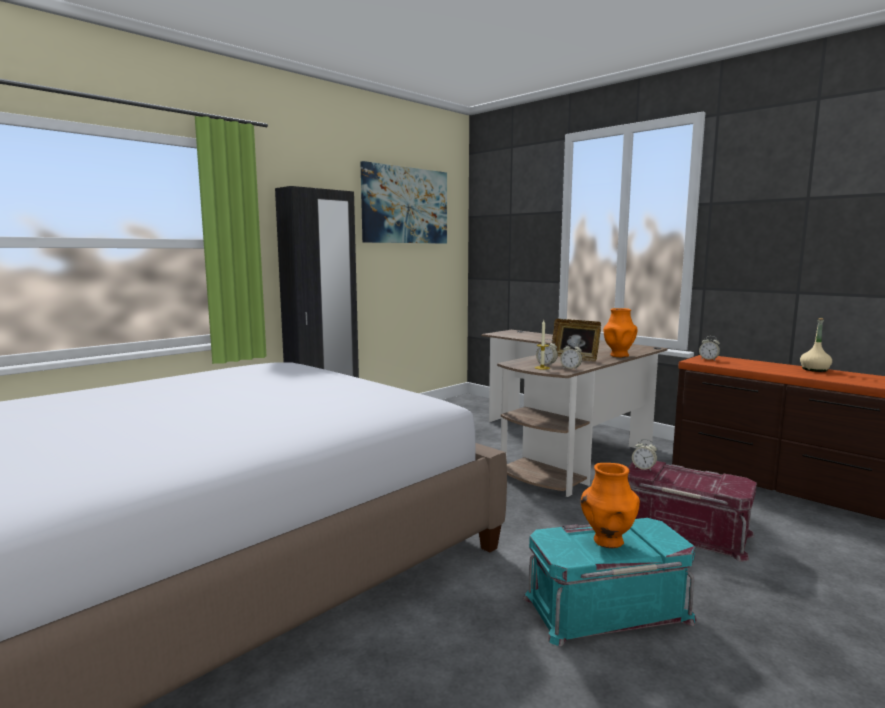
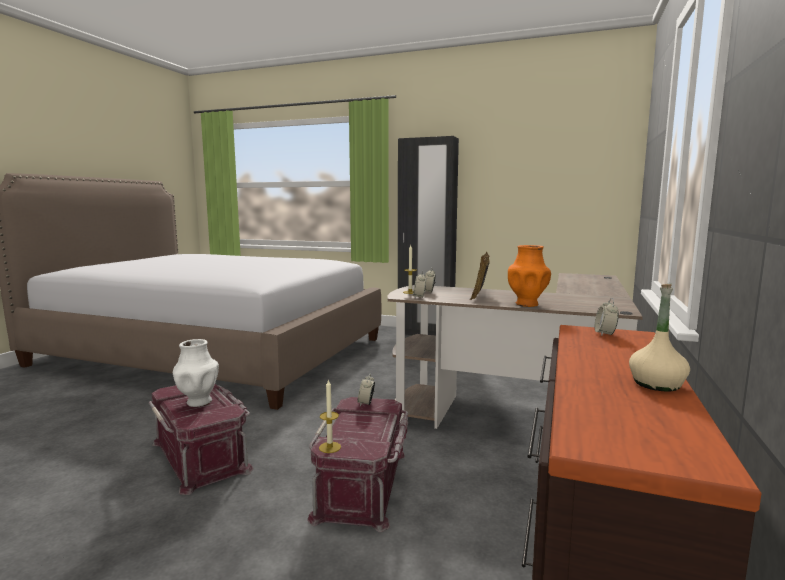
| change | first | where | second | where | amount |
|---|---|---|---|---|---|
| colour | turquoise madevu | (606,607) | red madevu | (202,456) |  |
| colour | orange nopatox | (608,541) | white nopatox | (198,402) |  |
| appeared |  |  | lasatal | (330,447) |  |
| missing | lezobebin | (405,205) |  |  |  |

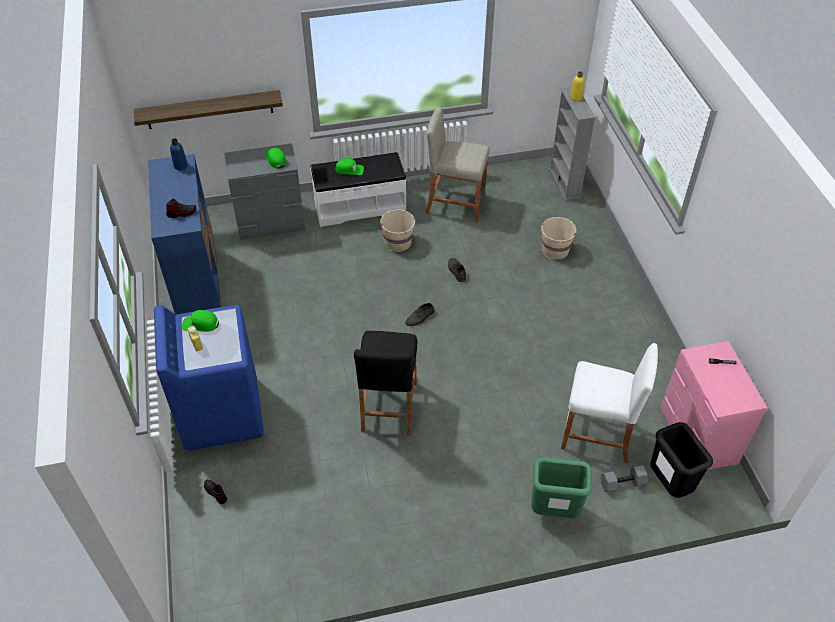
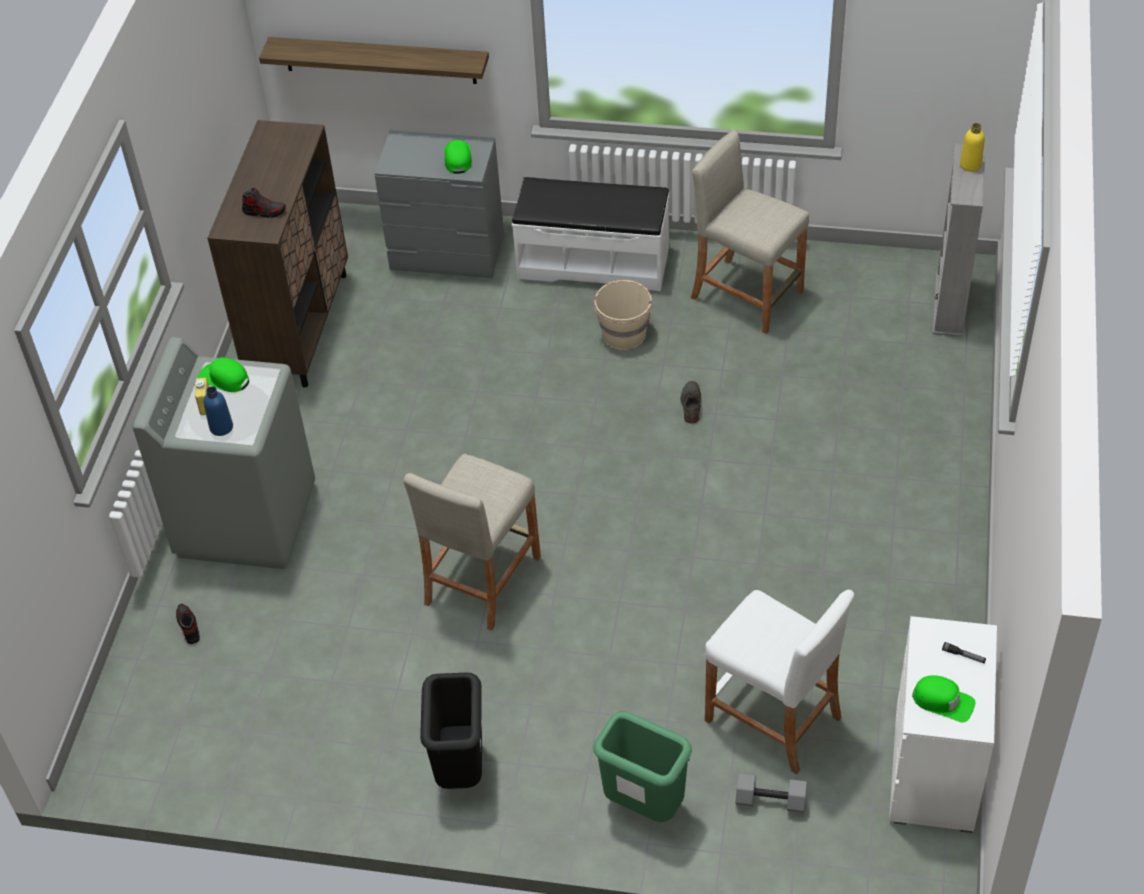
| change | first | where | second | where | amount |
|---|---|---|---|---|---|
| colour | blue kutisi | (221,413) | grey kutisi | (246,519) |  |
| relocated | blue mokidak | (180,166) |  | (221,427) |  |
| colour | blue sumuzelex | (199,287) | brown sumuzelex | (299,326) |  |
| colour | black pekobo | (388,406) | beige pekobo | (481,580) |  |
| relocated | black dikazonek | (668,484) |  | (459,768) |  |
| colour | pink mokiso | (698,436) | white mokiso | (933,771) |  |
| relocated | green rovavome | (349,170) |  | (943,701) |  |
| missing | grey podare | (420,317) |  |  |  |
| missing | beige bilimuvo | (555,250) |  |  |  |

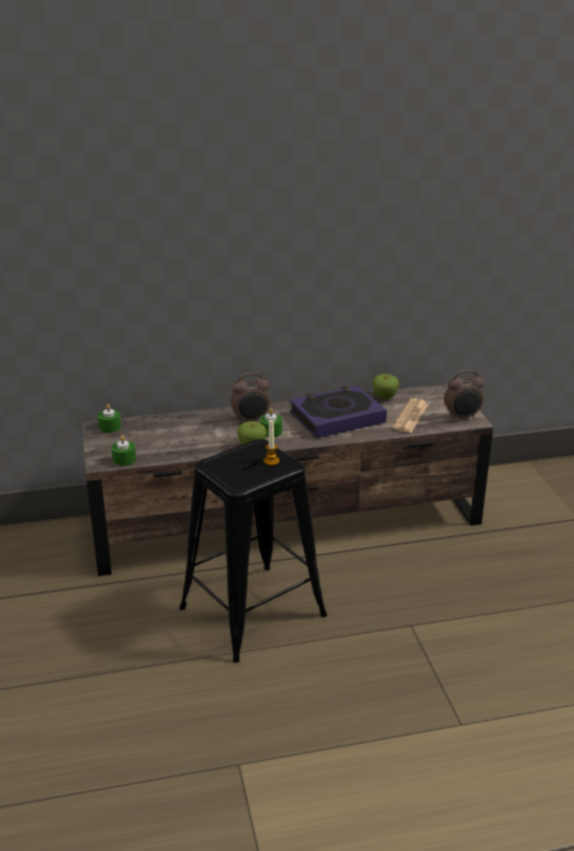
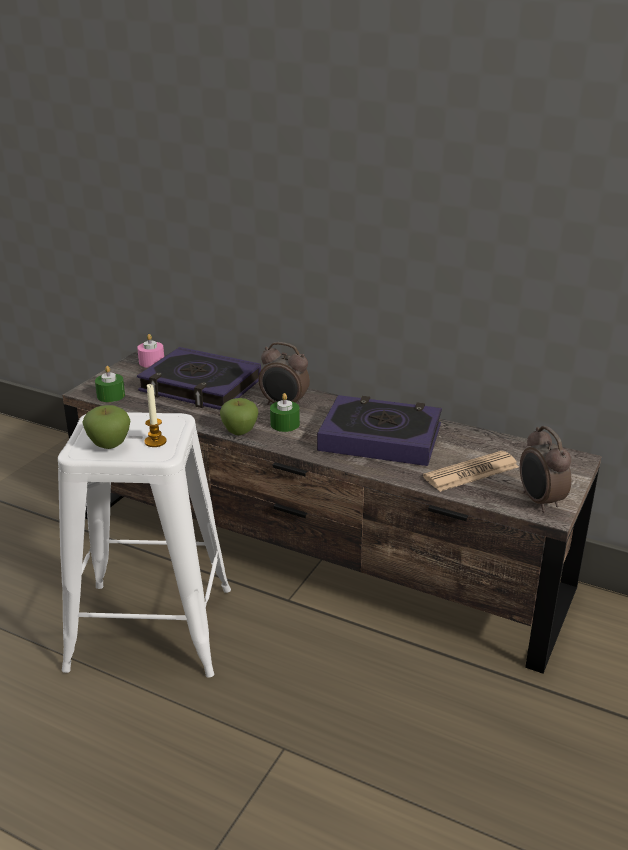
| change | first | where | second | where | amount |
|---|---|---|---|---|---|
| colour | black pekobo | (252,612) | white pekobo | (151,628) |  |
| relocated | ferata | (384,397) |  | (109,445) |  |
| colour | green lasatal | (110,427) | pink lasatal | (151,362) |  |
| appeared |  |  | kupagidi | (200,386) |  |
| spun | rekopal | (462,418) |  | (539,501) | 45 degrees clockwise |

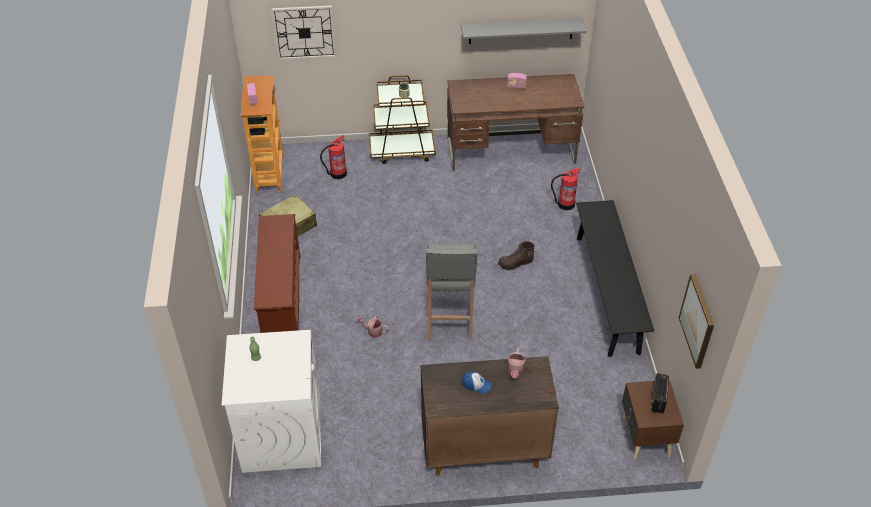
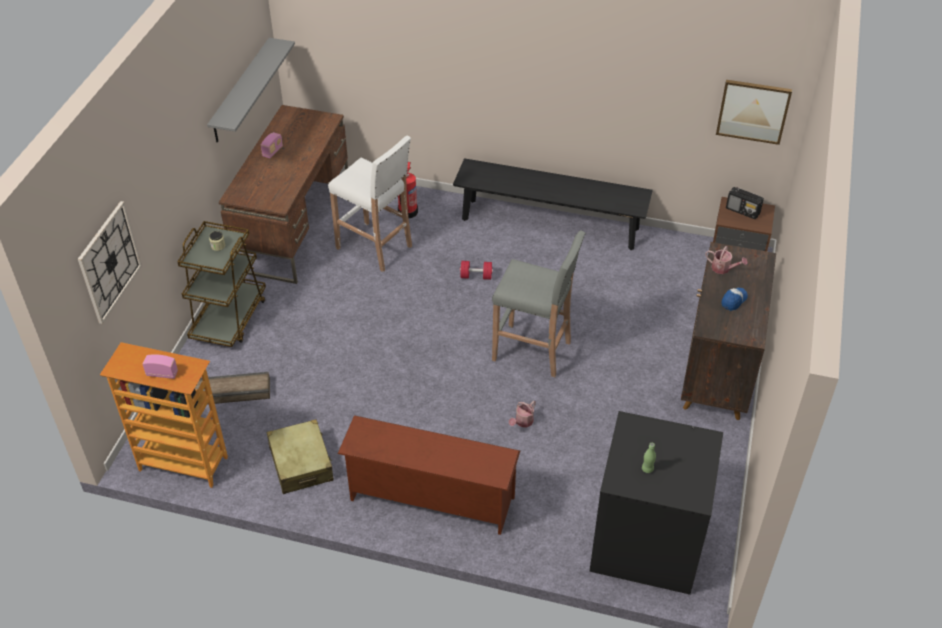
| change | first | where | second | where | amount |
|---|---|---|---|---|---|
| exchanged | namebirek | (337,173) | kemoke | (230,391) |  |
| appeared |  |  | white pekobo | (375,248) |  |
| exchanged | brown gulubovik | (515,263) | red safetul | (476,276) |  |
| colour | white kutisi | (282,434) | black kutisi | (646,543) |  |

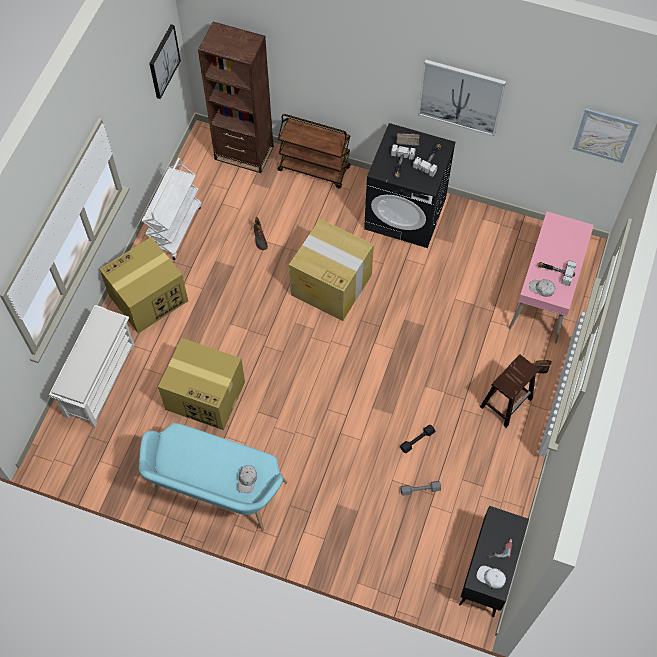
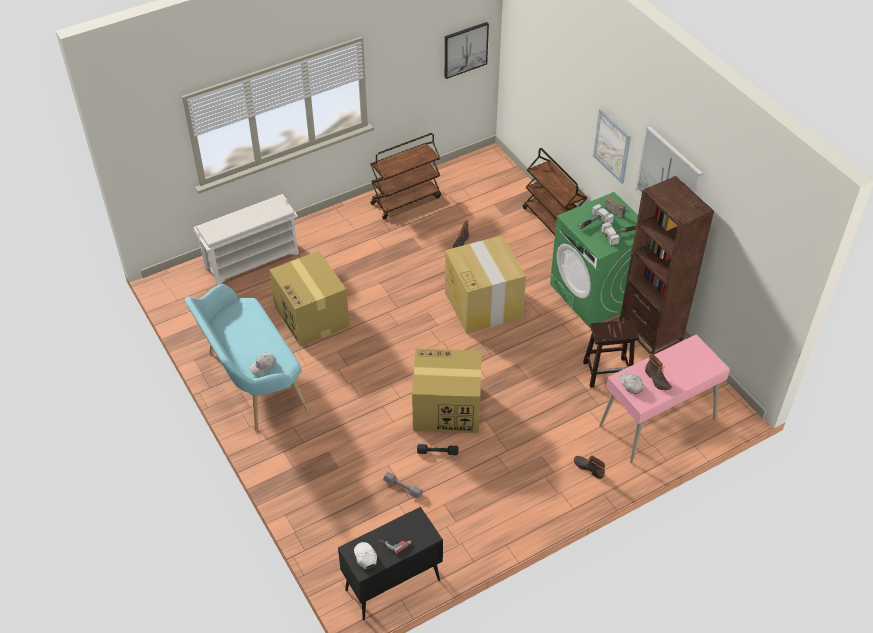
| change | first | where | second | where | amount |
|---|---|---|---|---|---|
| colour | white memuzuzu | (175,228) | brown memuzuzu | (406,200) |  |
| relocated | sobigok | (148,299) |  | (445,408) |  |
| colour | black kutisi | (405,213) | green kutisi | (596,294) |  |
| relocated | brown pekobo | (506,402) |  | (608,372) |  |
| relocated | lezobebin | (604,135) |  | (612,146) |  |
| relocated | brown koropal | (244,153) |  | (650,331) |  |
| exchanged | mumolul | (555,271) | gulubovik | (657,380) |  |

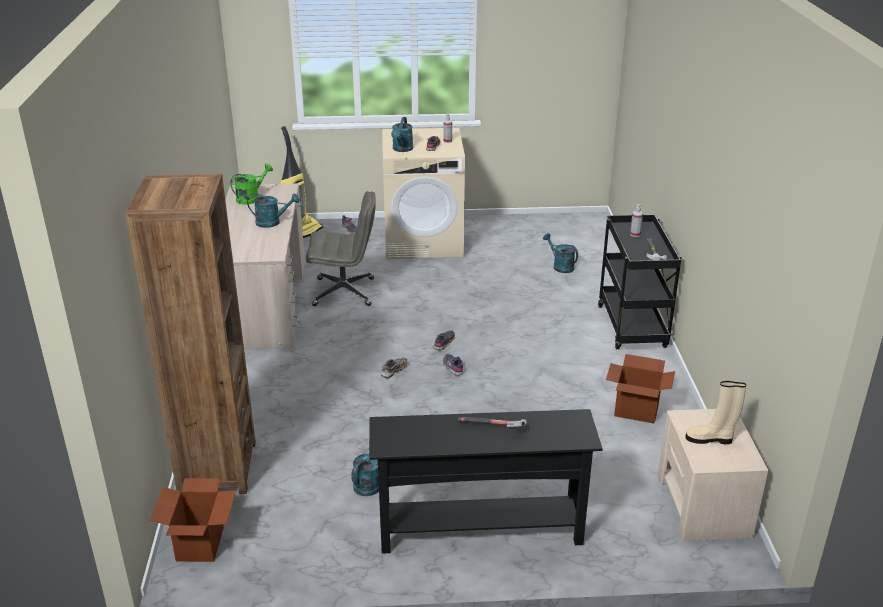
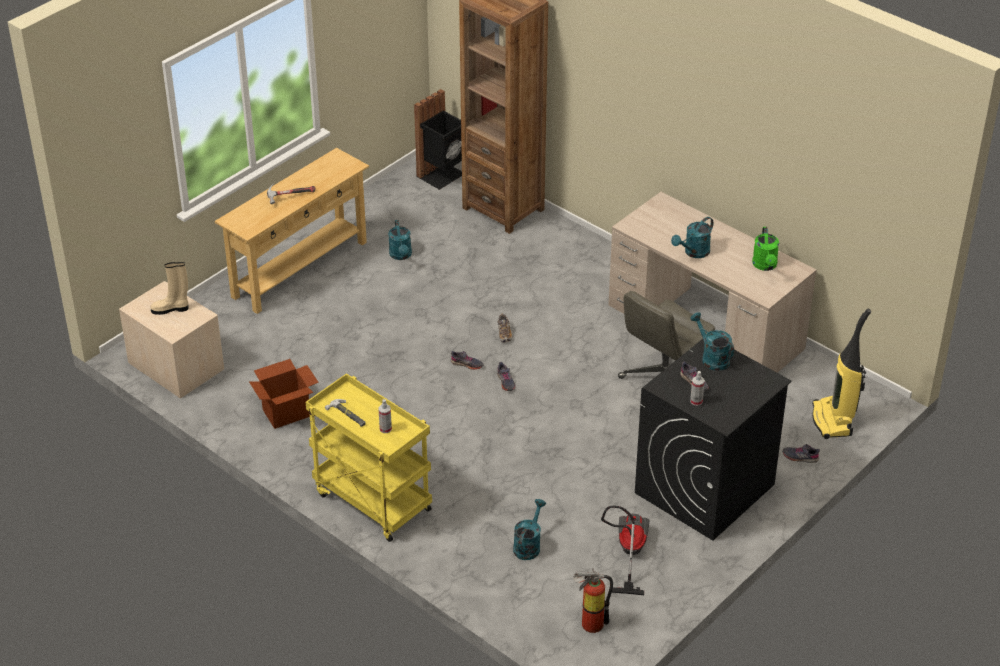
| change | first | where | second | where | amount |
|---|---|---|---|---|---|
| spun | beige gulubovik | (710,439) |  | (171,309) | 150 degrees counterclockwise |
| colour | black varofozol | (480,532) | beige varofozol | (299,269) |  |
| colour | black memuzuzu | (633,328) | yellow memuzuzu | (371,501) |  |
| exchanged | sobigok | (200,544) | black dikazonek | (442,175) |  |
| spun | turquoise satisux | (560,266) |  | (528,545) | 75 degrees counterclockwise |
| appeared |  |  | namebirek | (589,623) |  |
| appeared |  |  | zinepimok | (627,552) |  |
| colour | beige kutisi | (424,241) | black kutisi | (704,489) |  |

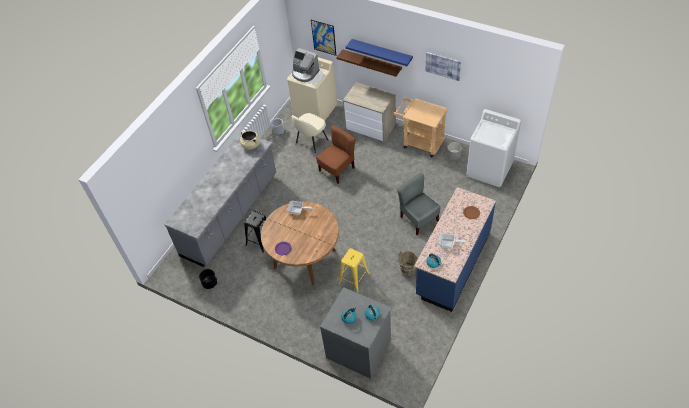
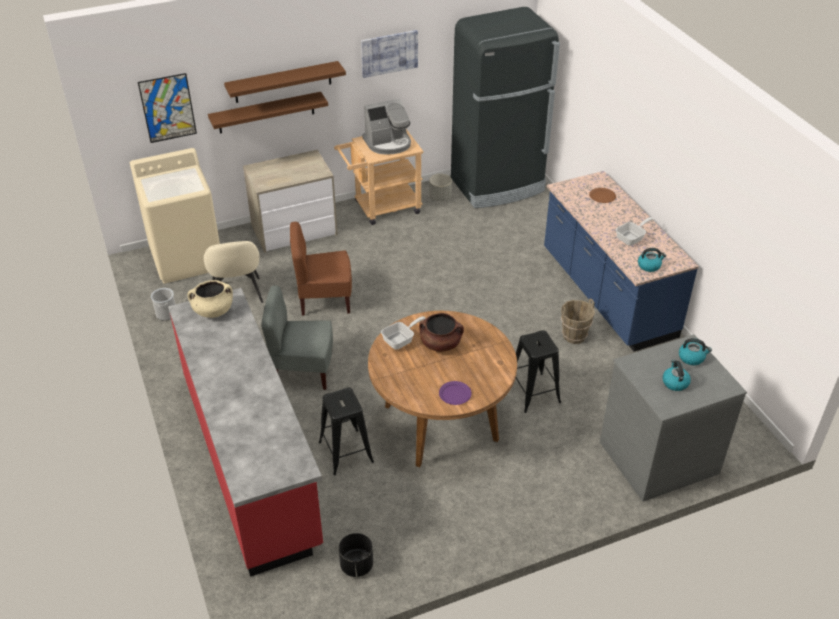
| change | first | where | second | where | amount |
|---|---|---|---|---|---|
| colour | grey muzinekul | (231,215) | red muzinekul | (251,458) |  |
| colour | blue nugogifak | (381,52) | brown nugogifak | (283,82) |  |
| relocated | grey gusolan | (418,219) |  | (303,370) |  |
| spun | brown gusolan | (337,170) |  | (324,300) | 90 degrees counterclockwise |
| relocated | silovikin | (305,73) |  | (388,143) |  |
| appeared |  |  | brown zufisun | (441,344) |  |
| exchanged | white kutisi | (490,169) | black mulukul | (498,185) |  |
| colour | yellow pekobo | (354,278) | black pekobo | (533,392) |  |

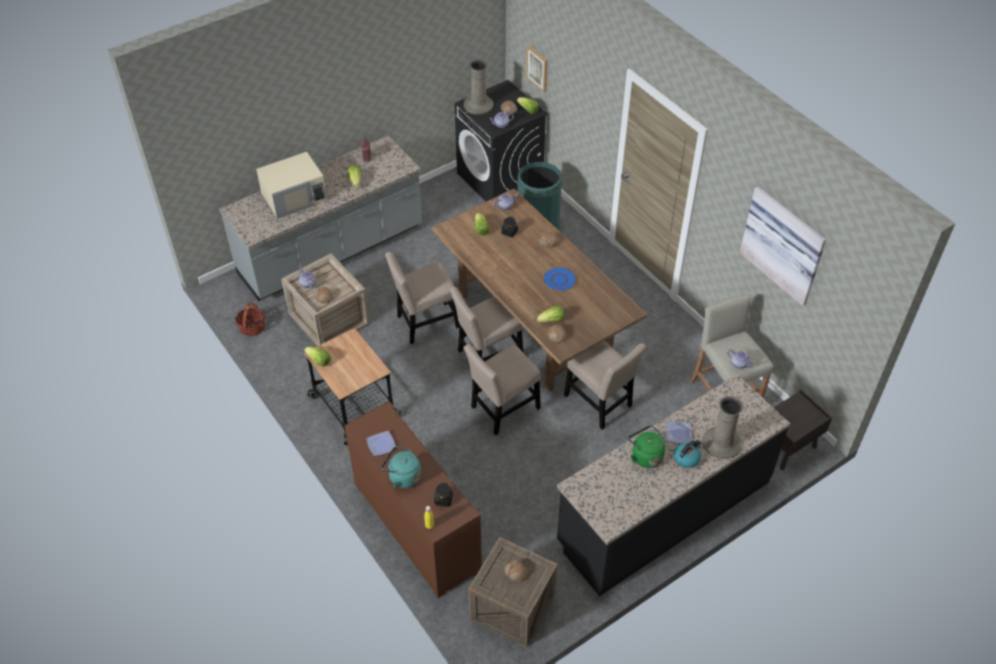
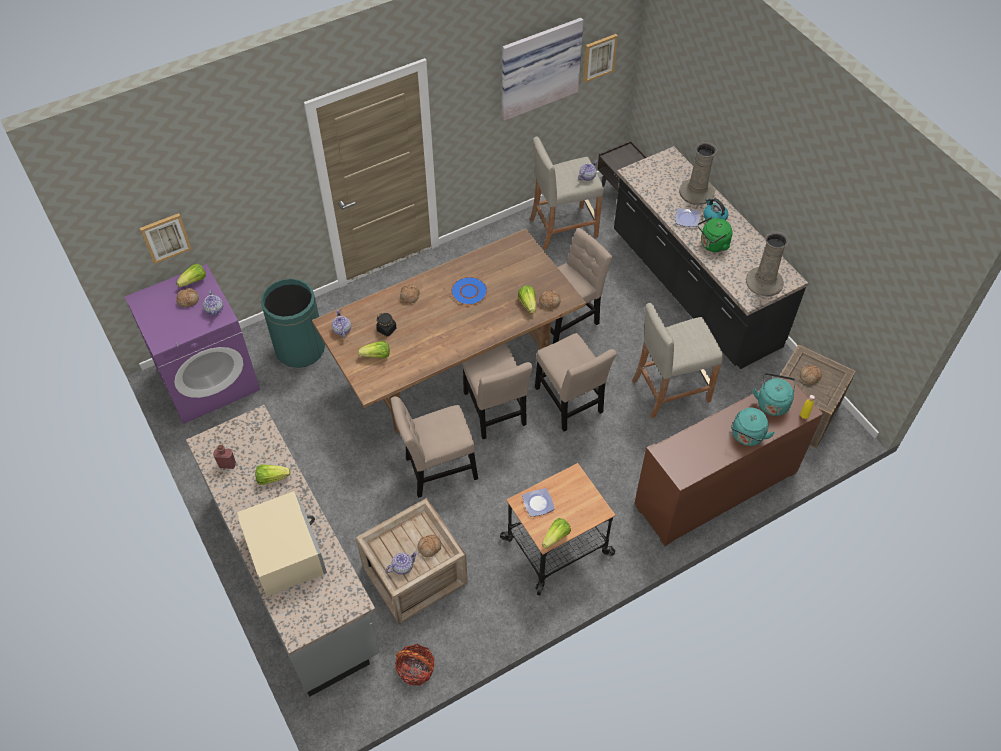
| change | first | where | second | where | amount |
|---|---|---|---|---|---|
| colour | black kutisi | (500,179) | purple kutisi | (209,379) |  |
| spun | beige gusolan | (425,323) |  | (437,470) | 90 degrees clockwise |
| relocated | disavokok | (381,445) |  | (538,504) |  |
| appeared |  |  | lezobebin | (599,57) |  |
| appeared |  |  | beige pekobo | (670,390) |  |
| relocated | beige nopatox | (478,105) |  | (764,282) |  |
| exchanged | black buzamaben | (443,499) | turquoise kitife | (772,402) |  |

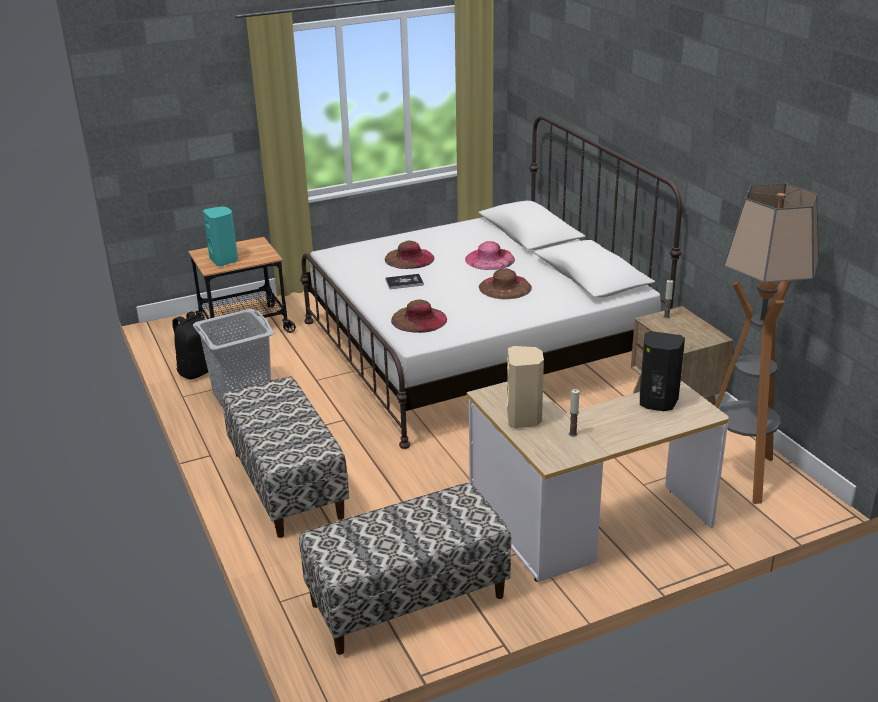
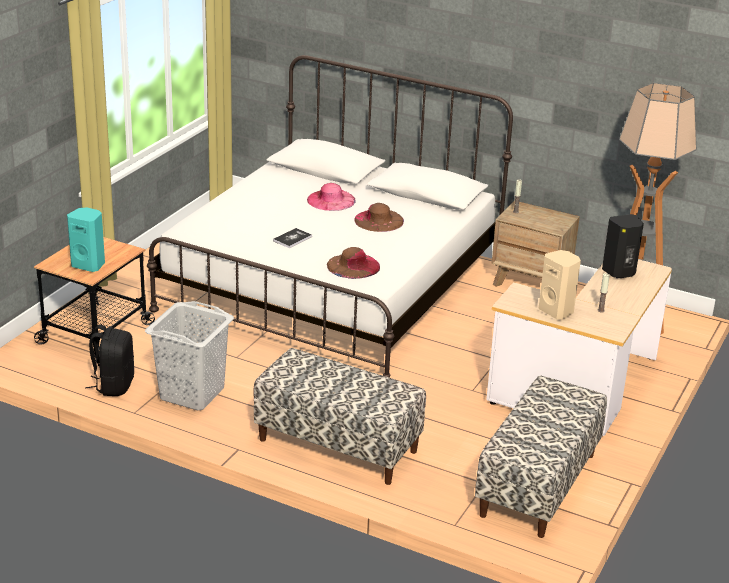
| change | first | where | second | where | amount |
|---|---|---|---|---|---|
| missing | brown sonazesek | (409,258) |  |  |  |

